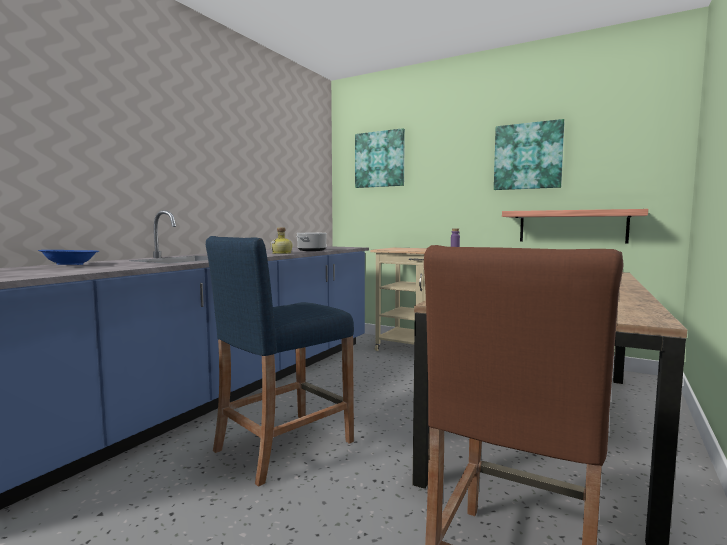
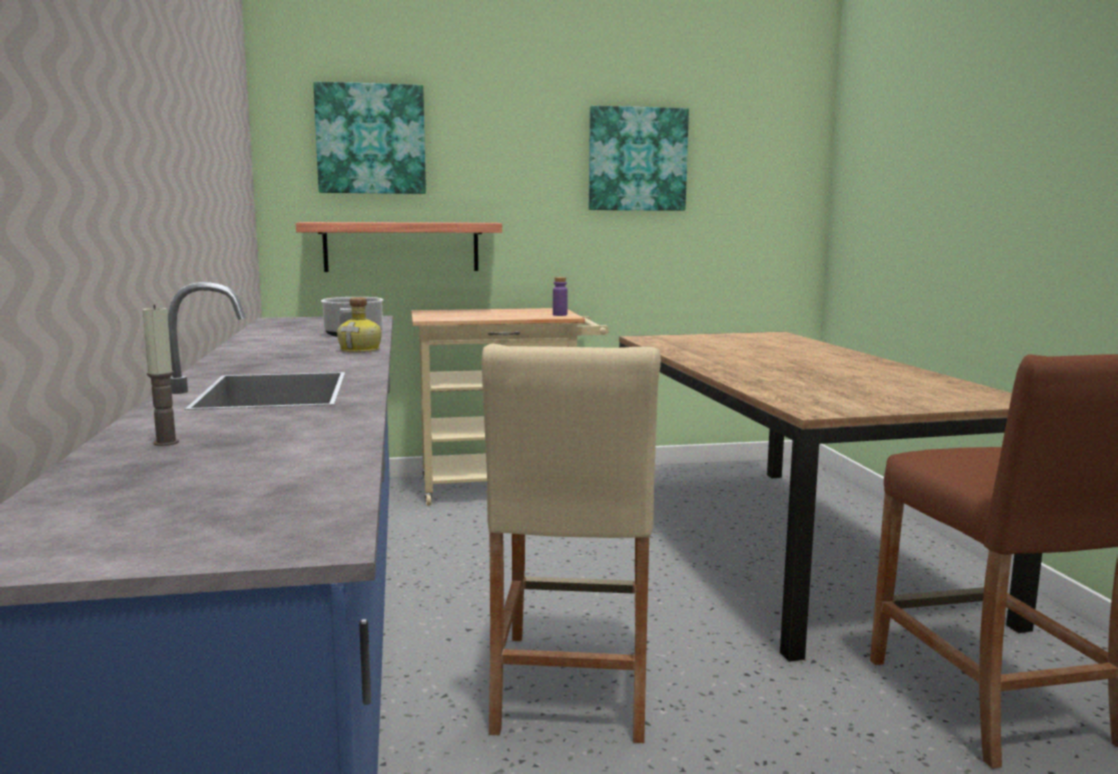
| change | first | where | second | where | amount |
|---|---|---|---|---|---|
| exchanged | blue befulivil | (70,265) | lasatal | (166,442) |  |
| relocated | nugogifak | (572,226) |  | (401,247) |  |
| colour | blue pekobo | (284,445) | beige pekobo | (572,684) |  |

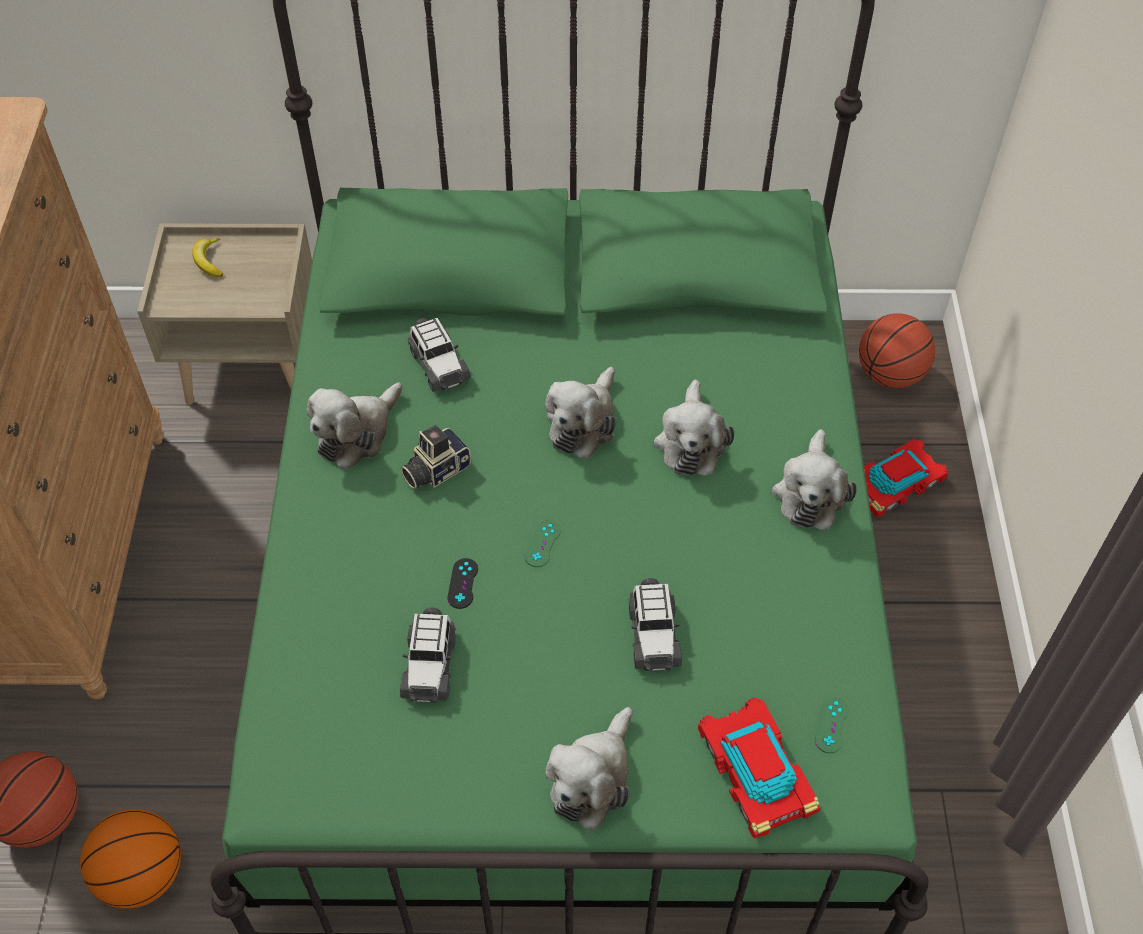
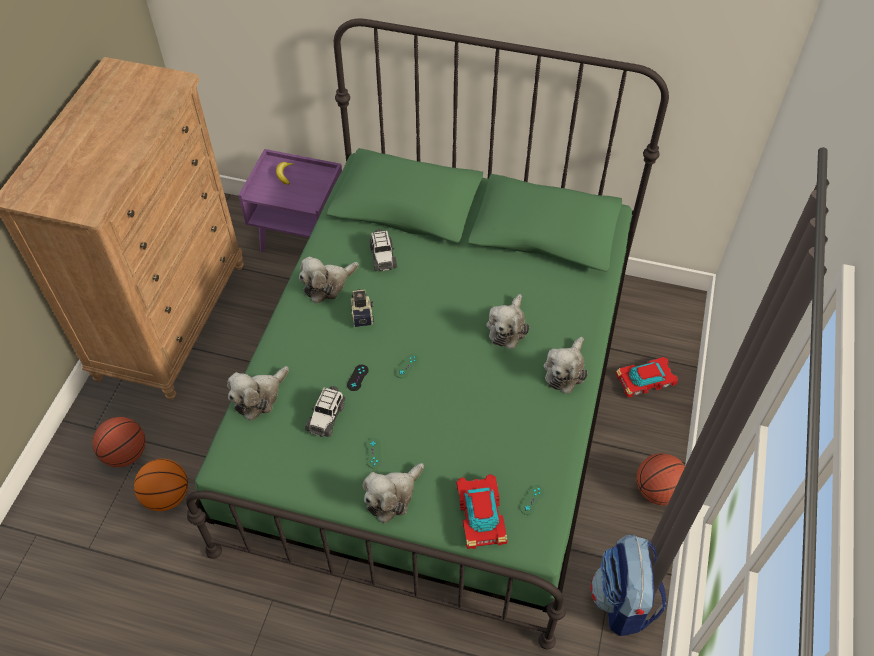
| change | first | where | second | where | amount |
|---|---|---|---|---|---|
| relocated | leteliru | (583,422) |  | (259,397) |  |
| colour | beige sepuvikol | (253,366) | purple sepuvikol | (302,237) |  |
| spun | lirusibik | (435,470) |  | (362,313) | 105 degrees clockwise |
| appeared |  |  | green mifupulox | (373,453) |  |
| appeared |  |  | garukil | (622,601) |  |
| relocated | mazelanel | (889,374) |  | (657,490) |  |
| missing | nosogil | (653,635) |  |  |  |

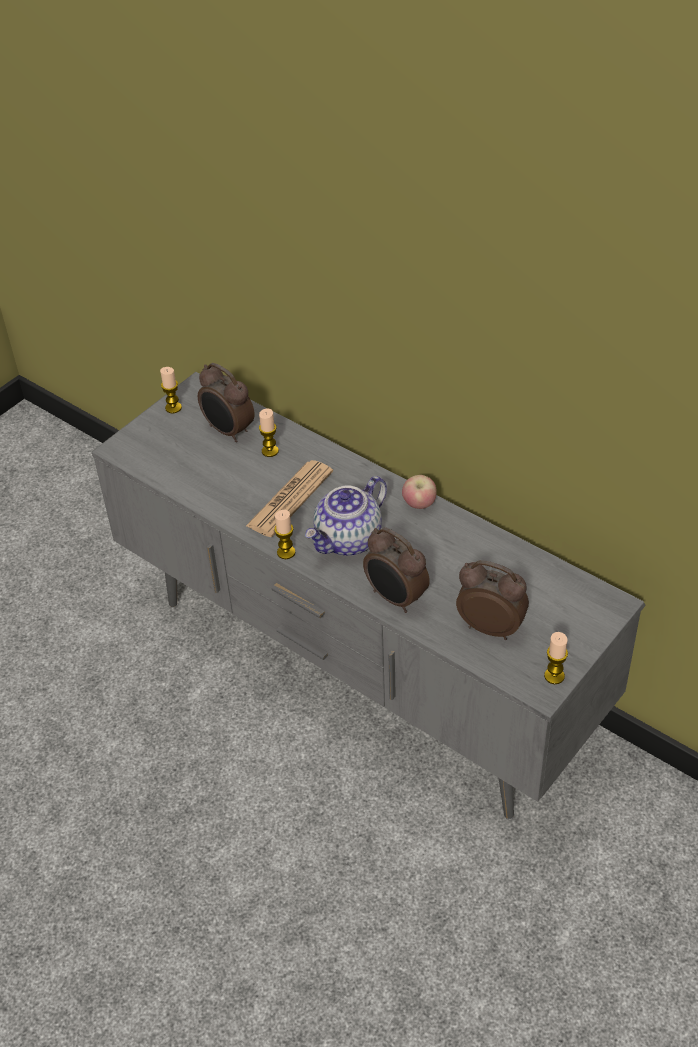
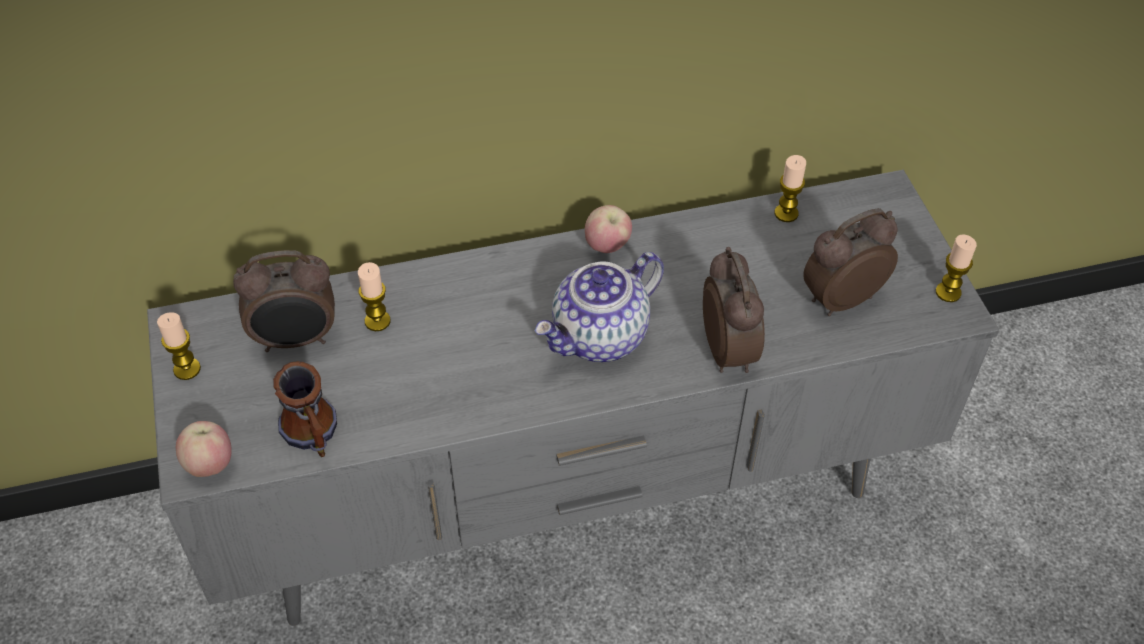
| change | first | where | second | where | amount |
|---|---|---|---|---|---|
| appeared |  |  | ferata | (210,464) |  |
| appeared |  |  | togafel | (314,438) |  |
| spun | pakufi | (348,540) |  | (600,337) | 60 degrees clockwise |
| spun | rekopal | (395,598) |  | (729,350) | 90 degrees counterclockwise |
| relocated | lasatal | (286,552) |  | (786,213) |  |
| missing | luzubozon | (290,499) |  |  |  |

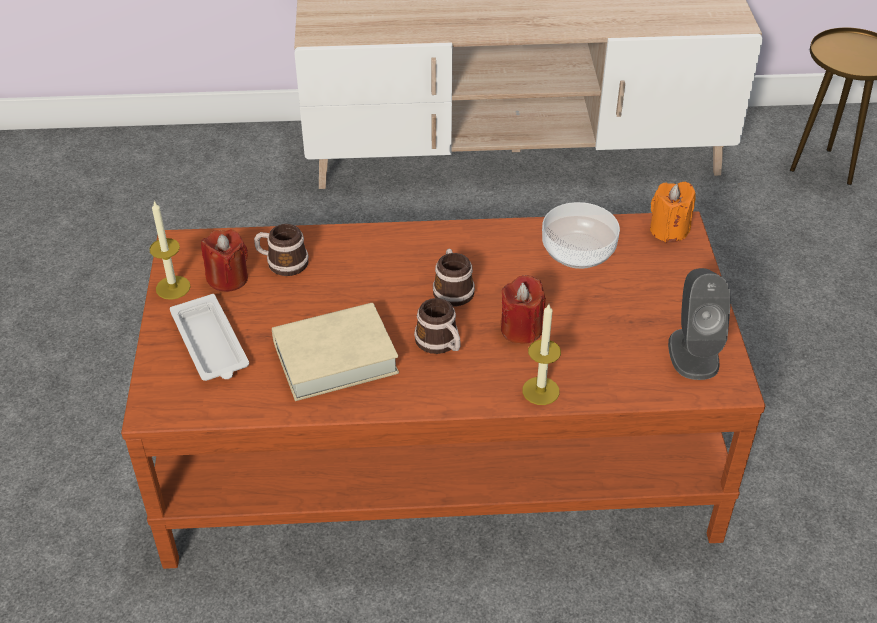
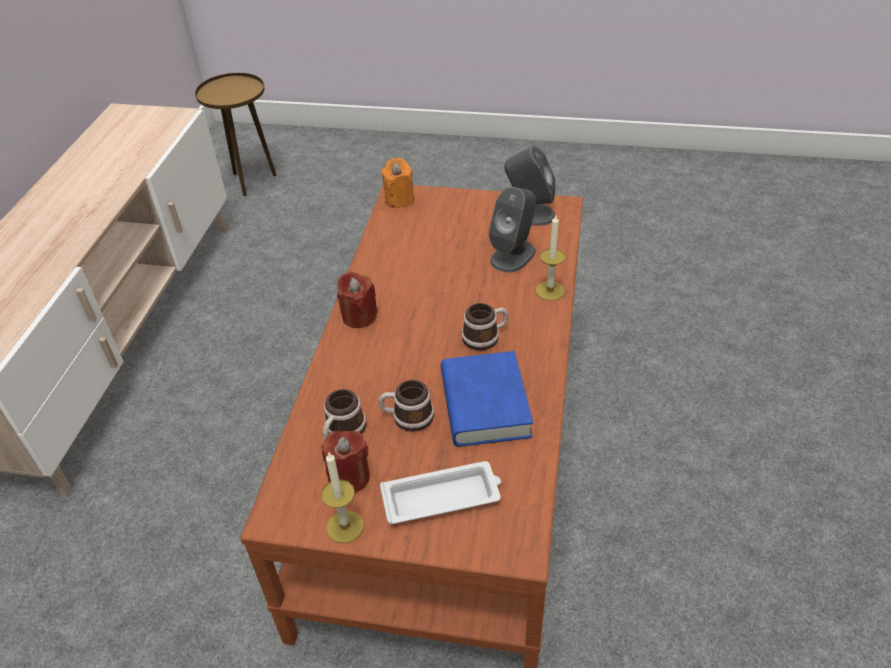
| change | first | where | second | where | amount |
|---|---|---|---|---|---|
| relocated | red lasatal | (521,329) |  | (359,316) |  |
| relocated | togafel | (452,289) |  | (407,417) |  |
| colour | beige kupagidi | (335,358) | blue kupagidi | (485,405) |  |
| appeared |  |  | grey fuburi | (513,255) |  |
| missing | befulivil | (577,251) |  |  |  |

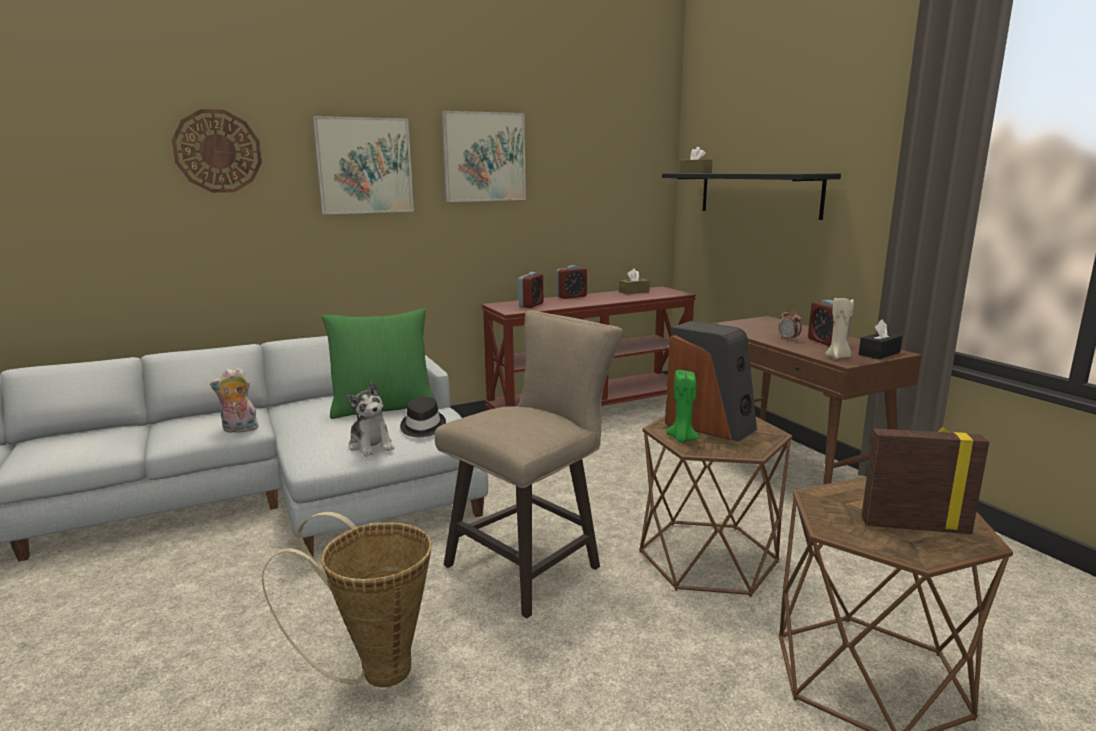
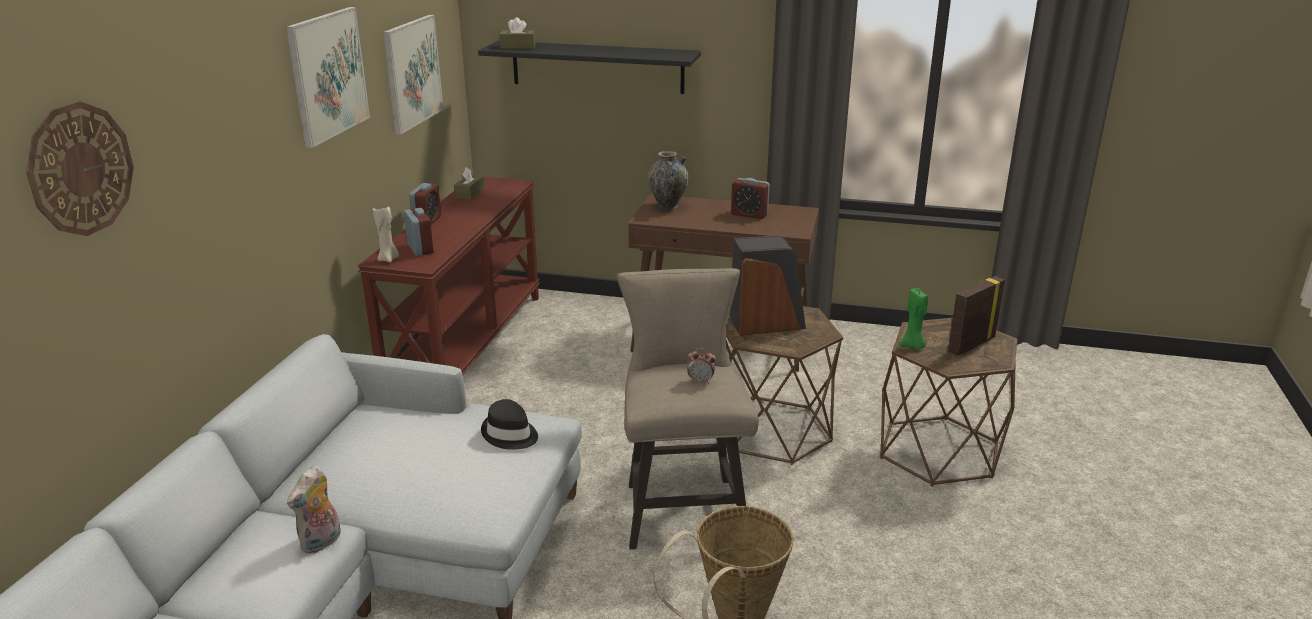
| change | first | where | second | where | amount |
|---|---|---|---|---|---|
| relocated | beige lasatal | (838,357) |  | (388,259) |  |
| relocated | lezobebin | (364,166) |  | (412,73) |  |
| appeared |  |  | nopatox | (667,206) |  |
| relocated | rekopal | (789,339) |  | (701,381) |  |
| relocated | green lasatal | (682,439) |  | (913,346) |  |
| missing | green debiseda | (383,407) |  |  |  |
| missing | leteliru | (371,445) |  |  |  |
| missing | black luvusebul | (879,353) |  |  |  |

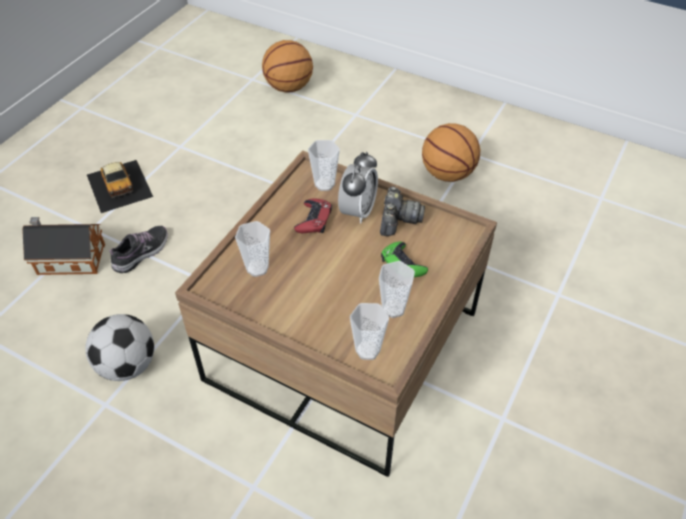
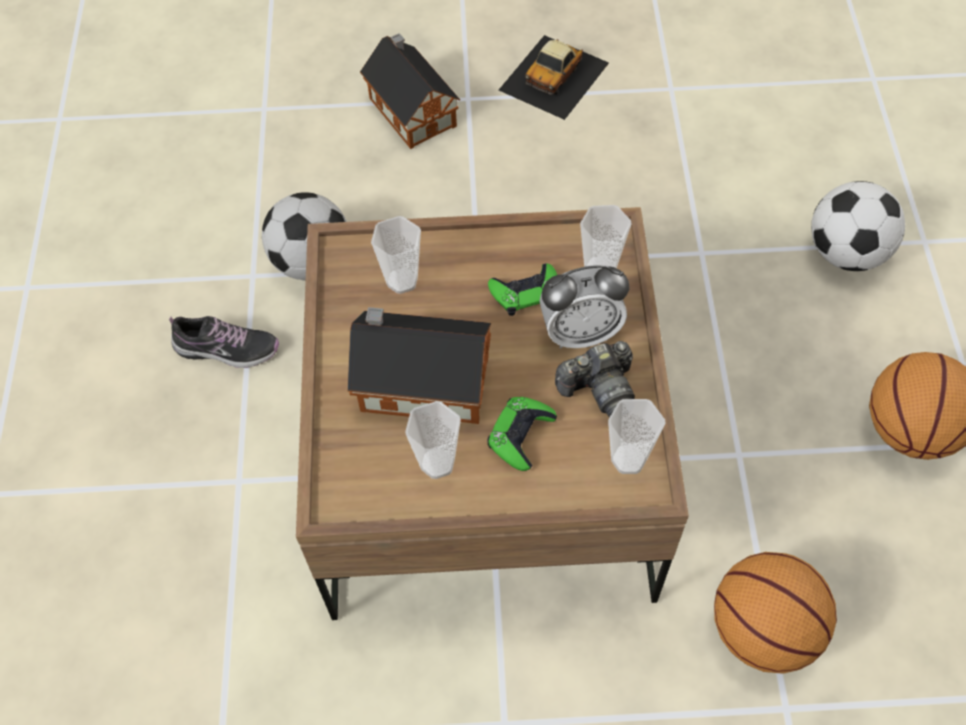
| change | first | where | second | where | amount |
|---|---|---|---|---|---|
| relocated | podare | (142,253) |  | (227,349) |  |
| appeared |  |  | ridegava | (419,381) |  |
| colour | red mifupulox | (313,220) | green mifupulox | (525,293) |  |
| relocated | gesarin | (367,350) |  | (628,459) |  |
| relocated | mazelanel | (288,88) |  | (761,630) |  |
| appeared |  |  | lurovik | (846,253) |  |

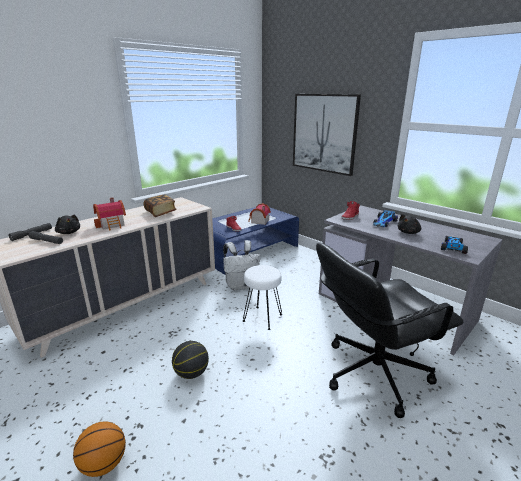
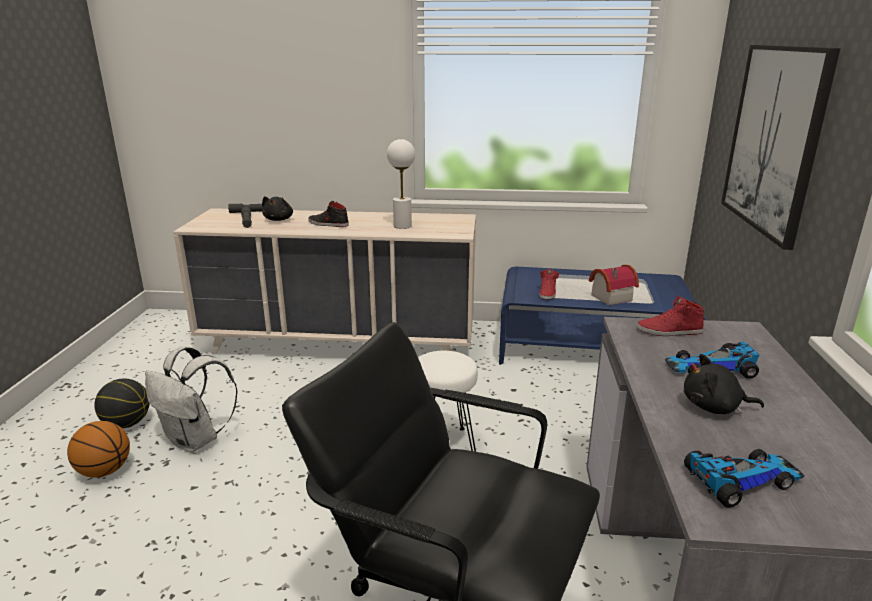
| change | first | where | second | where | amount |
|---|---|---|---|---|---|
| relocated | mazelanel | (191,373) |  | (127,423) |  |
| relocated | white garukil | (240,285) |  | (196,440) |  |
| exchanged | ridegava | (113,224) | black podare | (328,224) |  |
| exchanged | kupagidi | (160,212) | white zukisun | (402,226) |  |

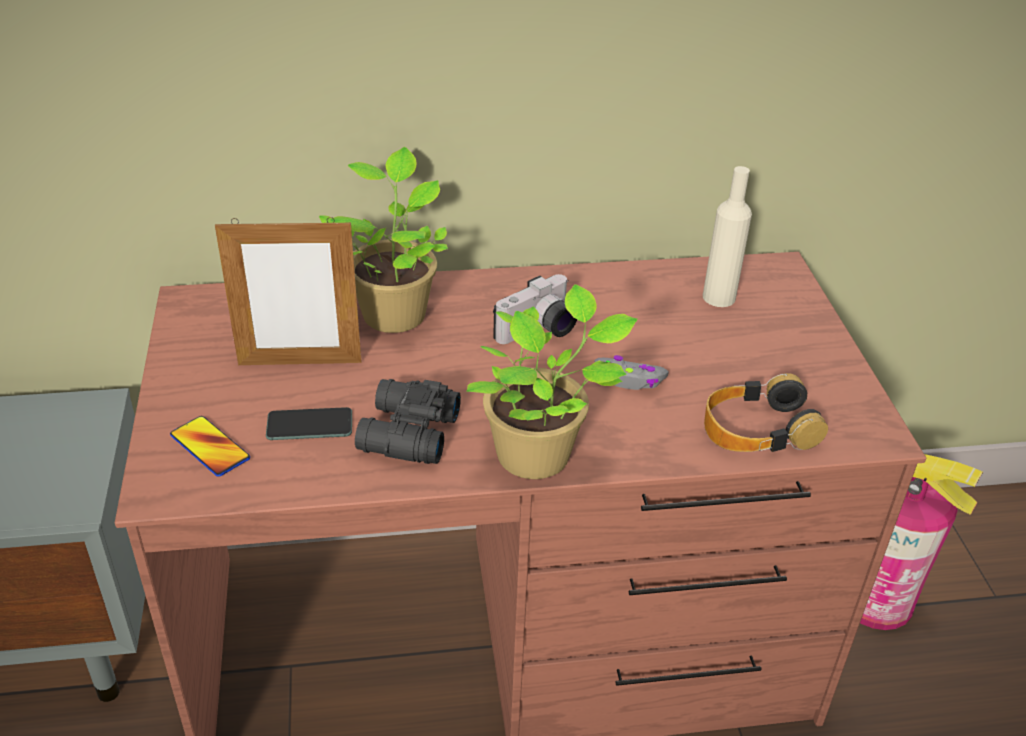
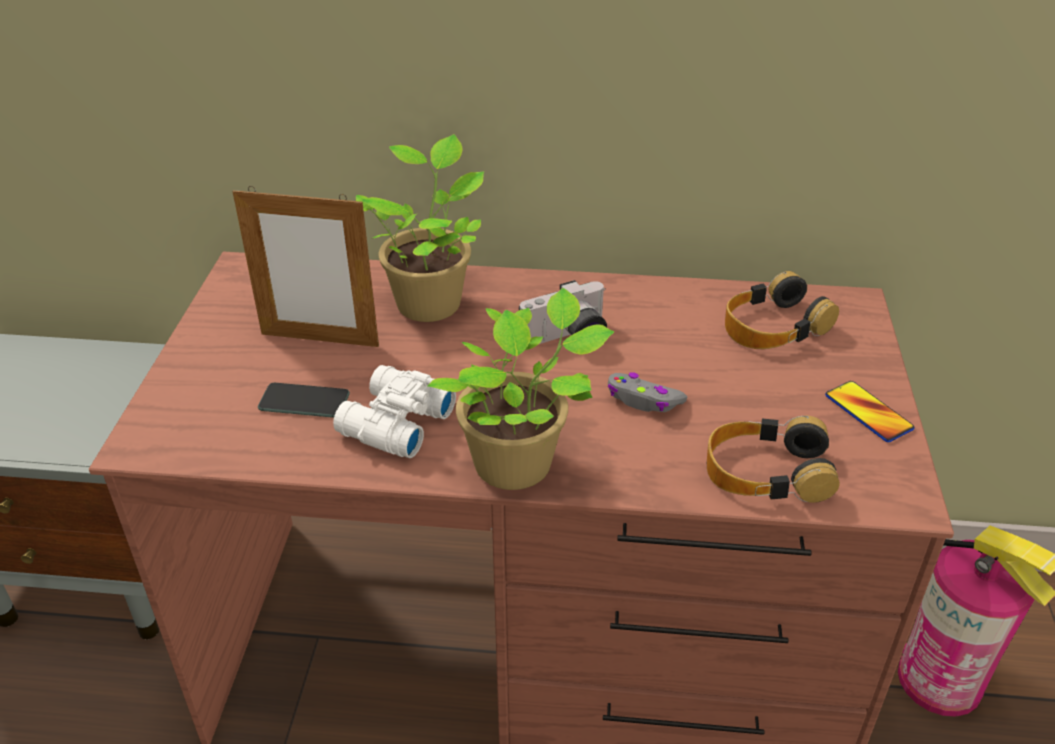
| change | first | where | second | where | amount |
|---|---|---|---|---|---|
| colour | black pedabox | (406,434) | white pedabox | (393,424) |  |
| exchanged | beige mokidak | (719,297) | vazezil | (773,326) |  |
| relocated | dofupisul | (210,447) |  | (868,412) |  |

